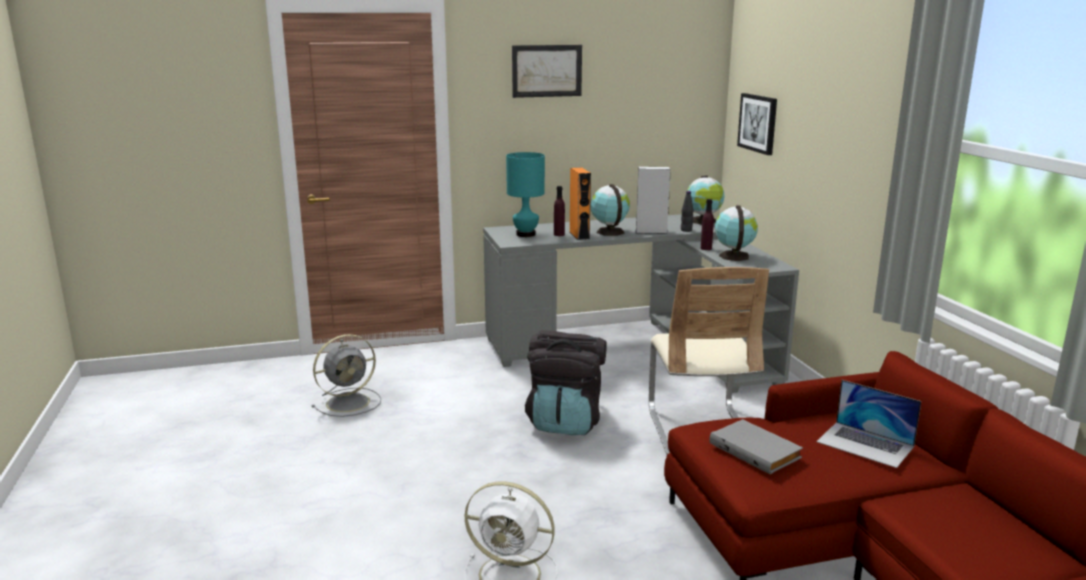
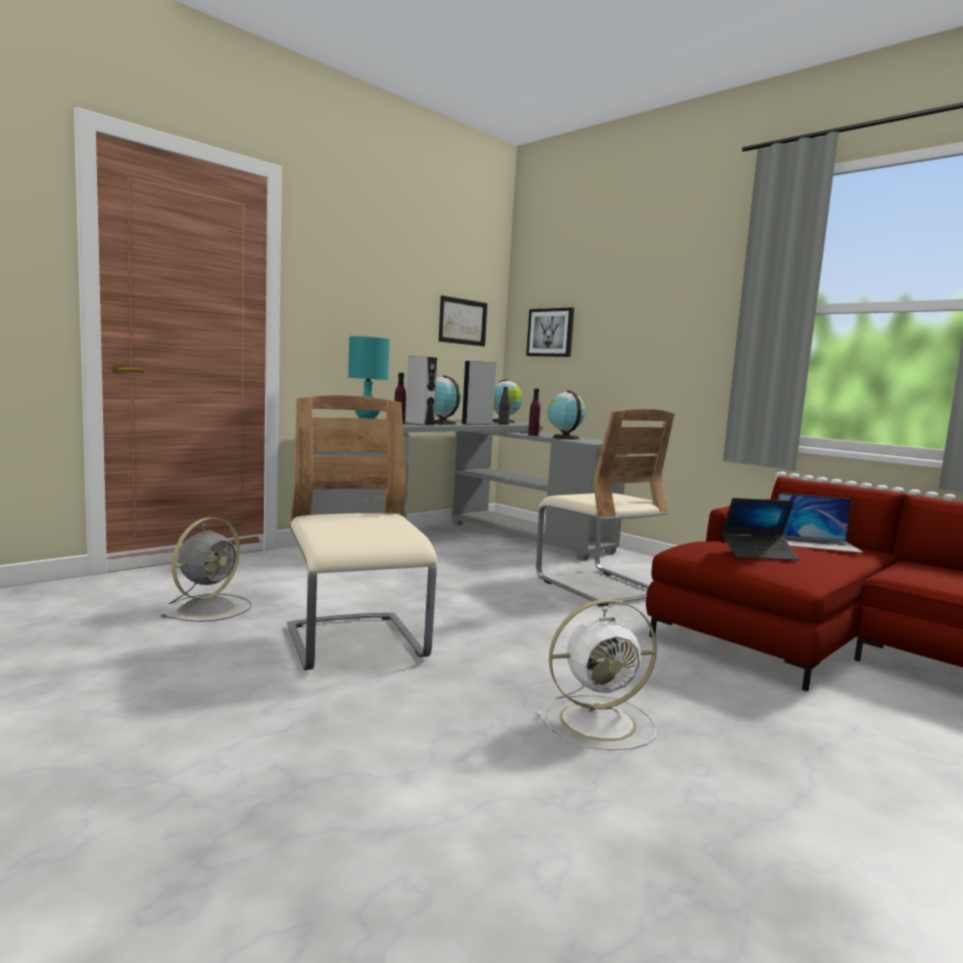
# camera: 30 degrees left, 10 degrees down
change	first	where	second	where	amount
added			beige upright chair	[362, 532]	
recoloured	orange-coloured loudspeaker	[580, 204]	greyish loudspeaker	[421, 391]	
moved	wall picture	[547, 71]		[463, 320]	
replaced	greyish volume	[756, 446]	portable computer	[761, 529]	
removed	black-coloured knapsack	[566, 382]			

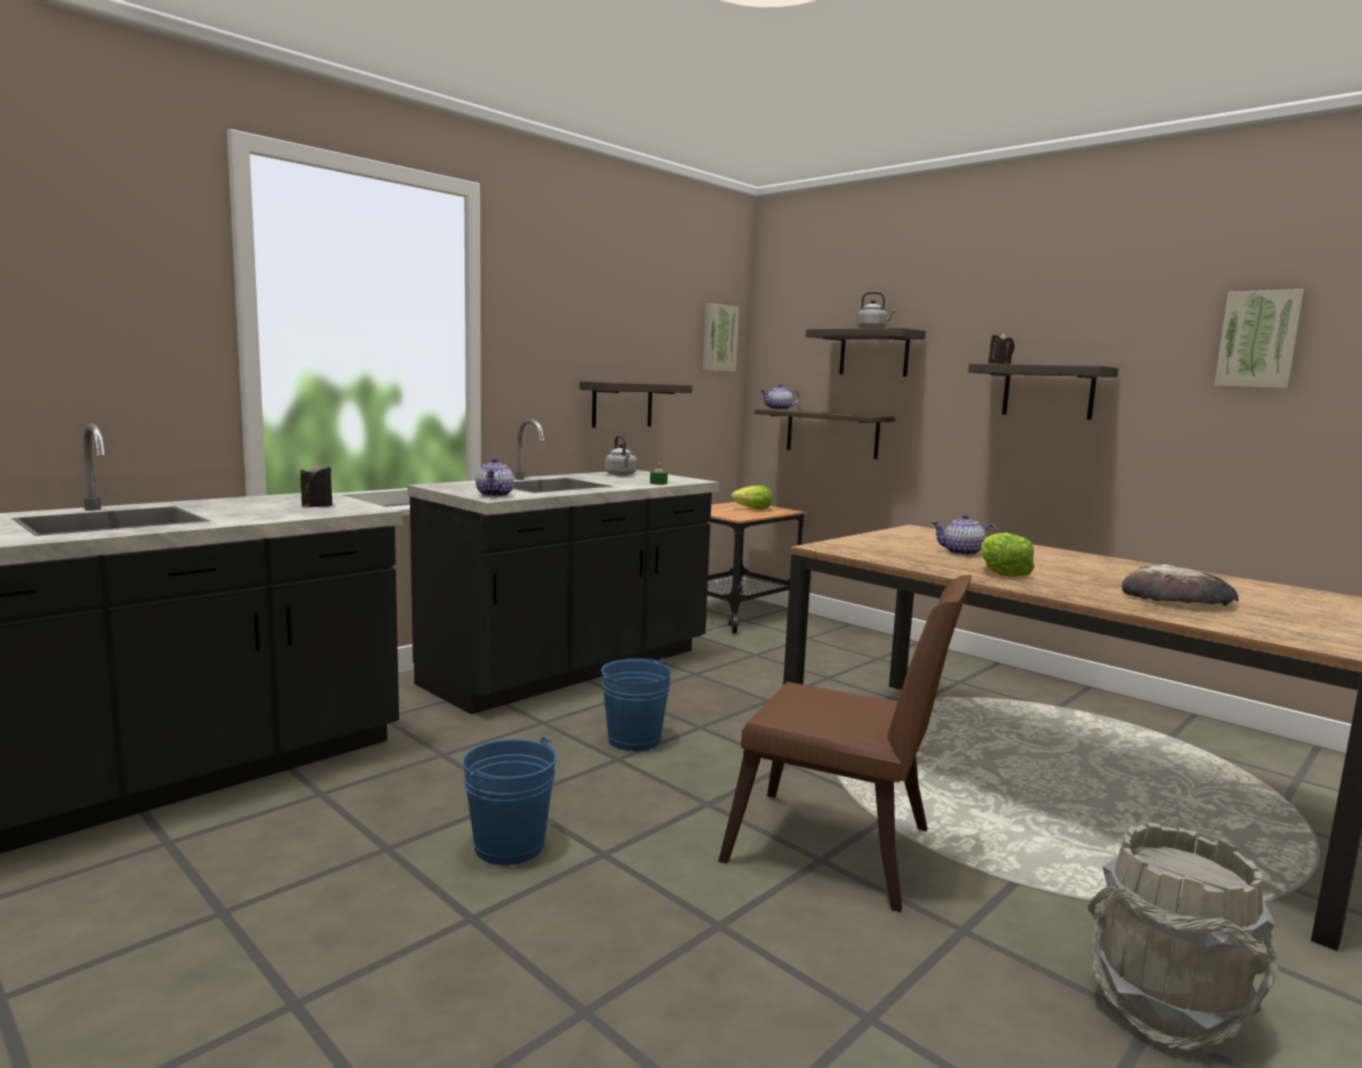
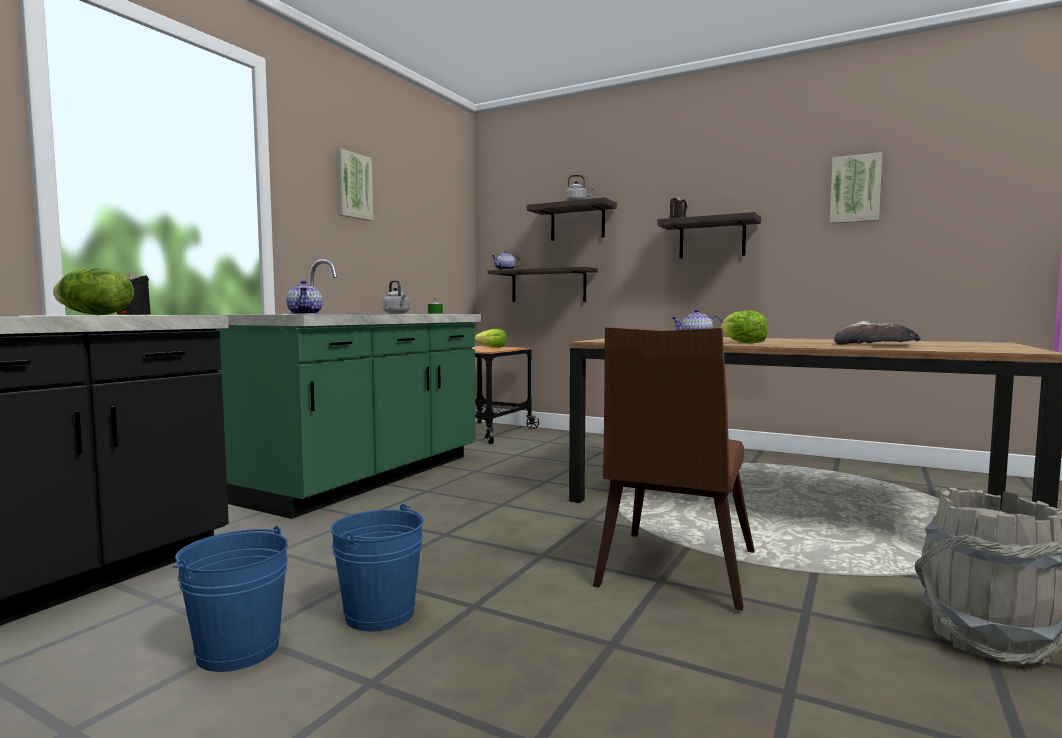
# camera: 15 degrees left, 5 degrees down
change	first	where	second	where	amount
added			lettuce head	[93, 291]	
moved	blue-coloured pail	[636, 704]		[230, 599]	
recoloured	black-coloured counter	[563, 566]	green-coloured counter	[348, 389]	
moved	wall picture	[721, 337]		[354, 185]	
turned	brown-coloured upright chair	[845, 743]		[674, 469]	105 degrees clockwise
removed	bracket shelf	[636, 404]			

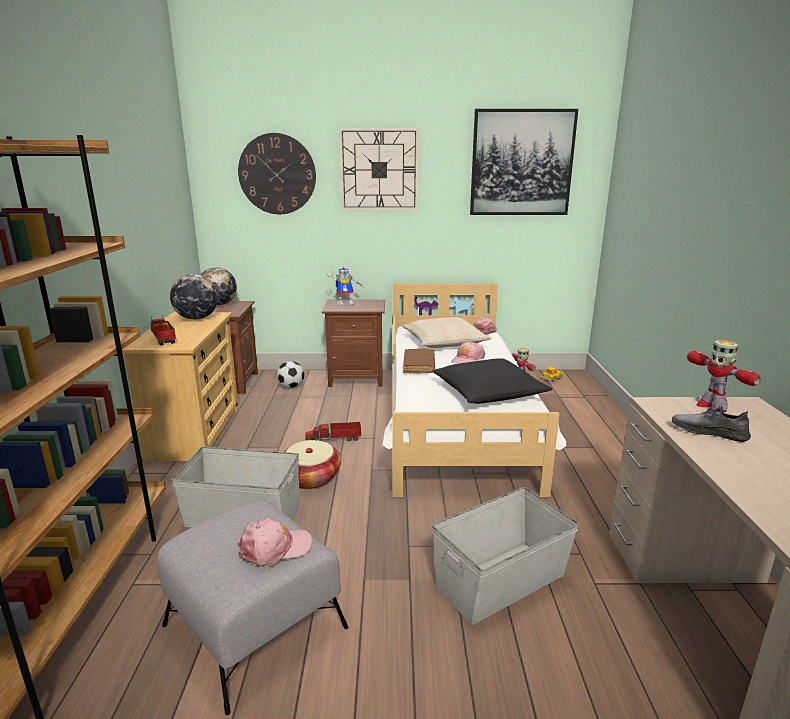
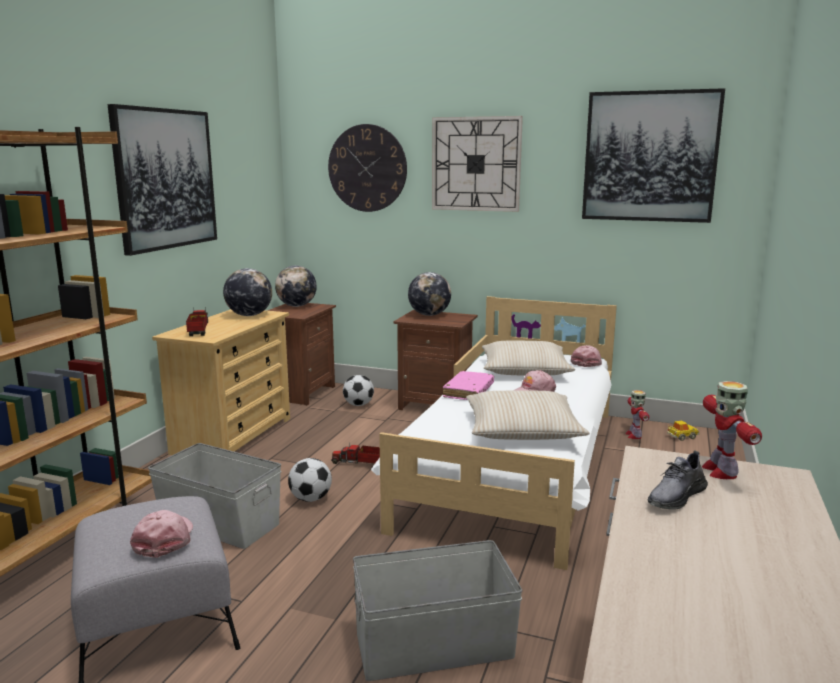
# camera: 20 degrees right, 5 degrees down
change	first	where	second	where	amount
added			wall picture	[162, 180]	
turned	pink-coloured cap	[274, 542]		[161, 534]	90 degrees counterclockwise
replaced	household basket	[312, 464]	football ball	[310, 480]	
replaced	model robot	[345, 286]	globe	[429, 294]	
recoloured	brown-coloured volume	[419, 361]	pink-coloured volume	[468, 385]	
recoloured	black-coloured throw pillow	[492, 381]	beige throw pillow	[528, 415]	
turned	greyish shoe	[711, 423]		[678, 480]	90 degrees counterclockwise

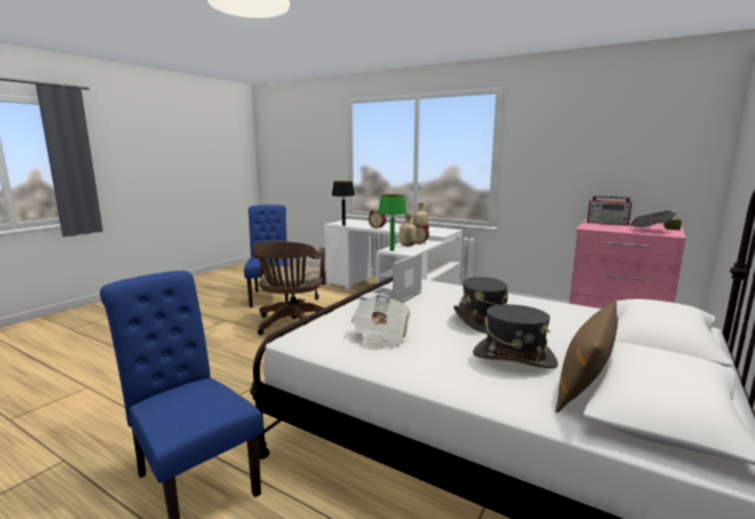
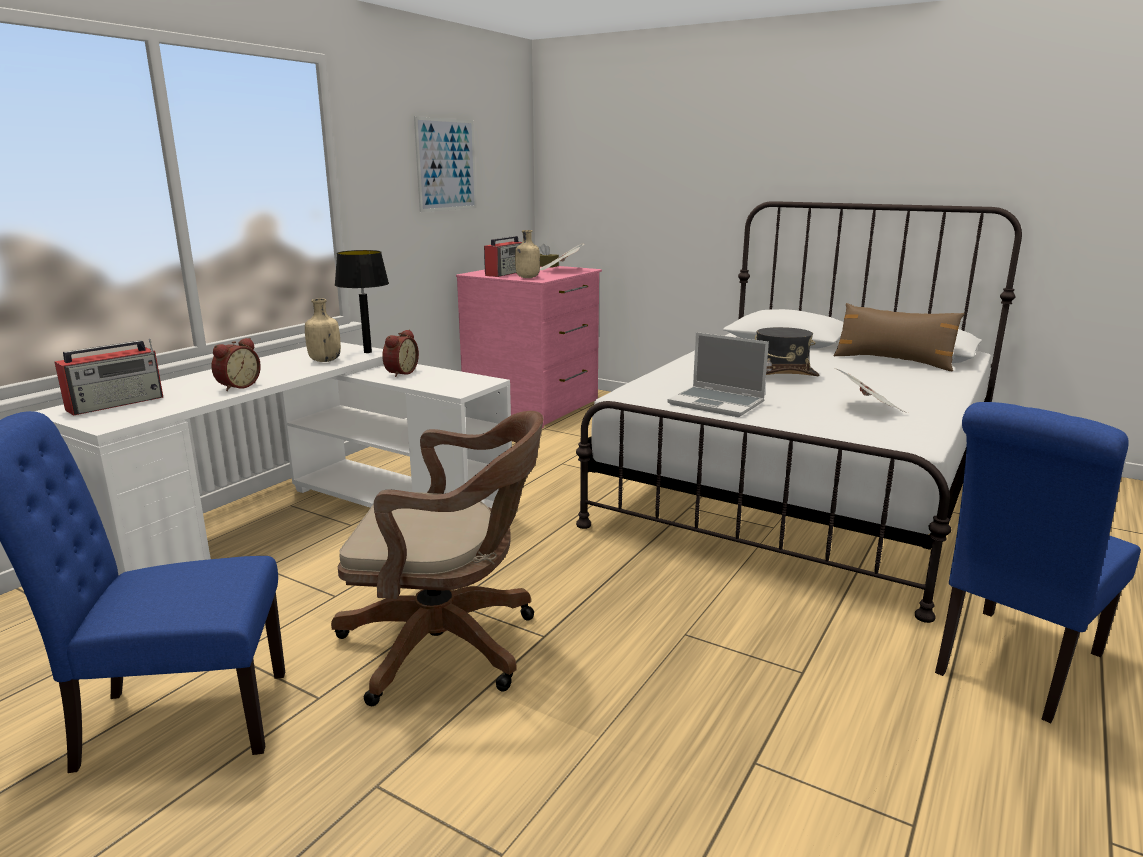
# camera: 90 degrees left, 5 degrees up
change	first	where	second	where	amount
added			radio receiver	[108, 377]	
moved	black-coloured tabletop lamp	[343, 203]		[361, 301]	
added			wall picture	[445, 164]	
moved	beige drink bottle	[407, 230]		[527, 254]	
removed	green-coloured tabletop lamp	[392, 222]			
removed	greyish clothing hat	[515, 336]			

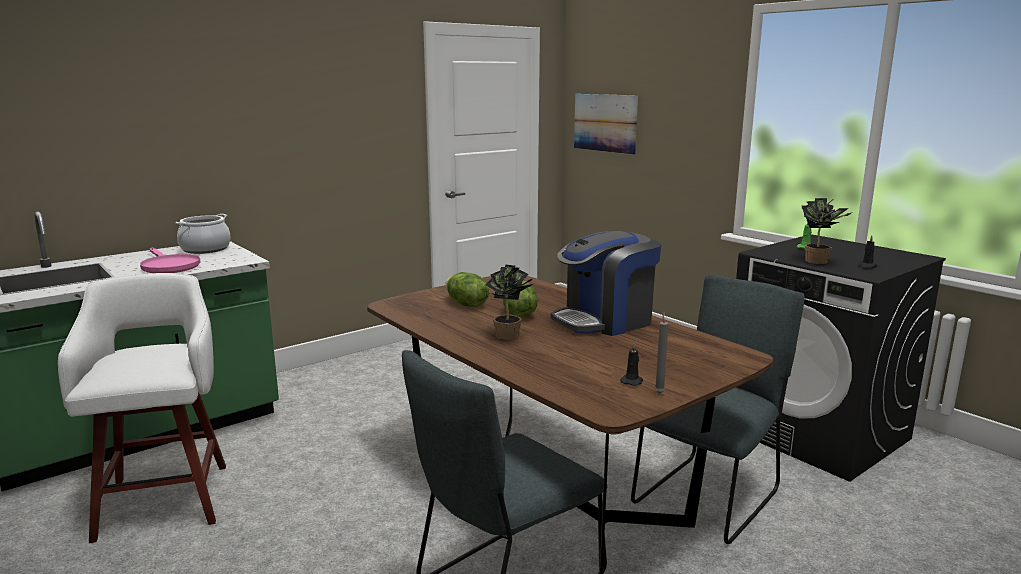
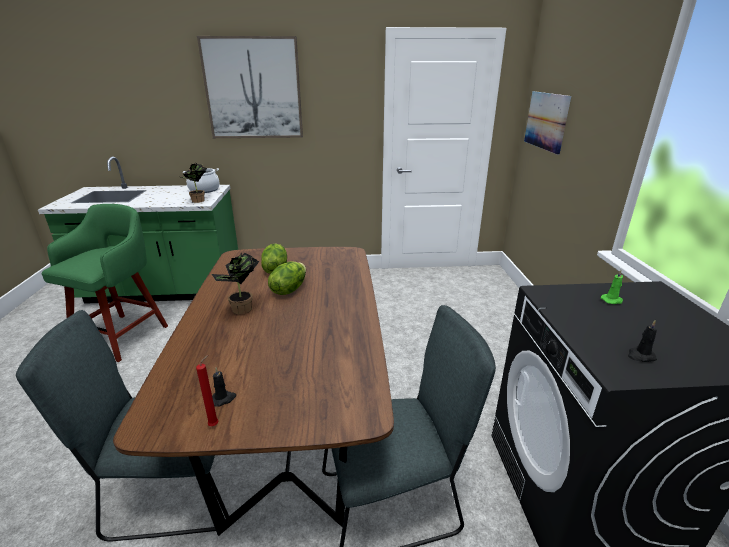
# camera: 35 degrees right, 10 degrees up
change	first	where	second	where	amount
recoloured	white stool	[142, 408]	green-coloured stool	[104, 283]	
moved	potted plant	[826, 231]		[192, 183]	
recoloured	greyish wax light	[661, 353]	reddish wax light	[207, 390]	
added			wall picture	[250, 87]	
removed	pink-coloured pan	[170, 260]			
removed	coffee maker	[606, 283]			

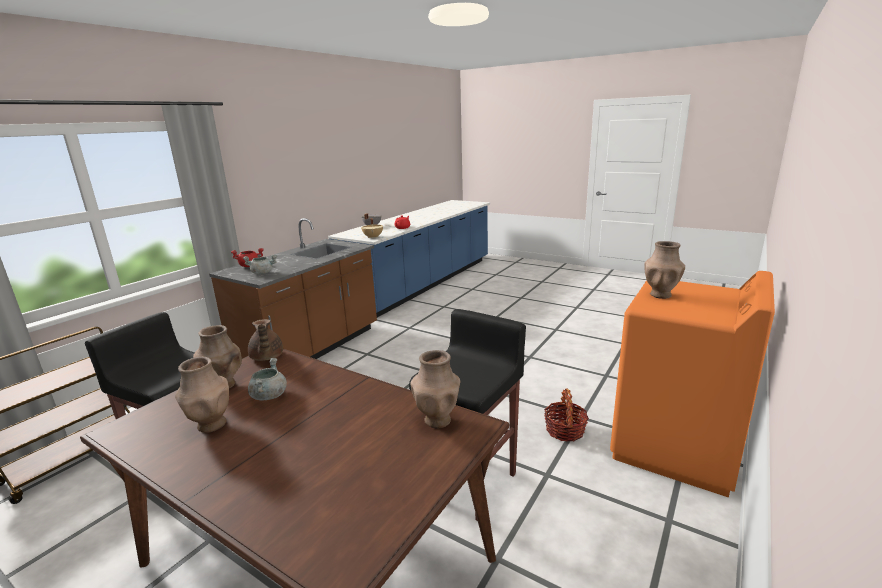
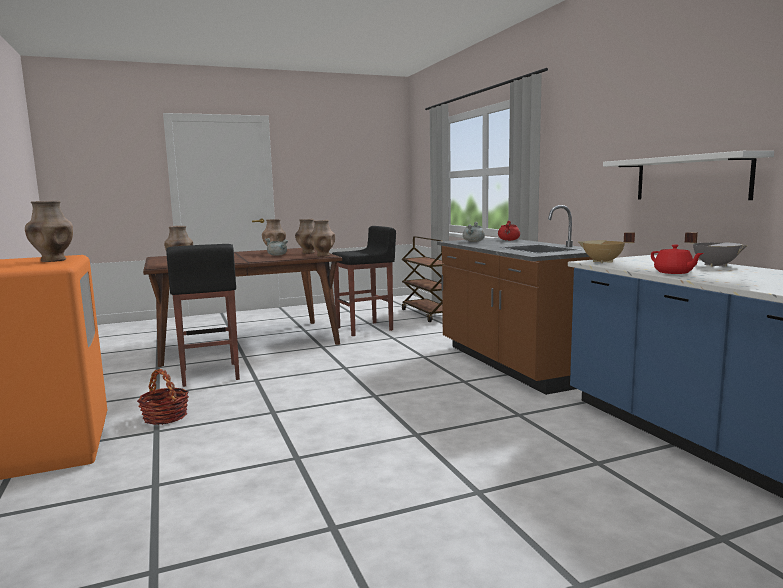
# camera: 125 degrees right, 10 degrees down
change	first	where	second	where	amount
replaced	brown-coloured pot for tea	[265, 340]	brown-coloured flower vase	[322, 238]	
added			white bracket shelf	[688, 175]	

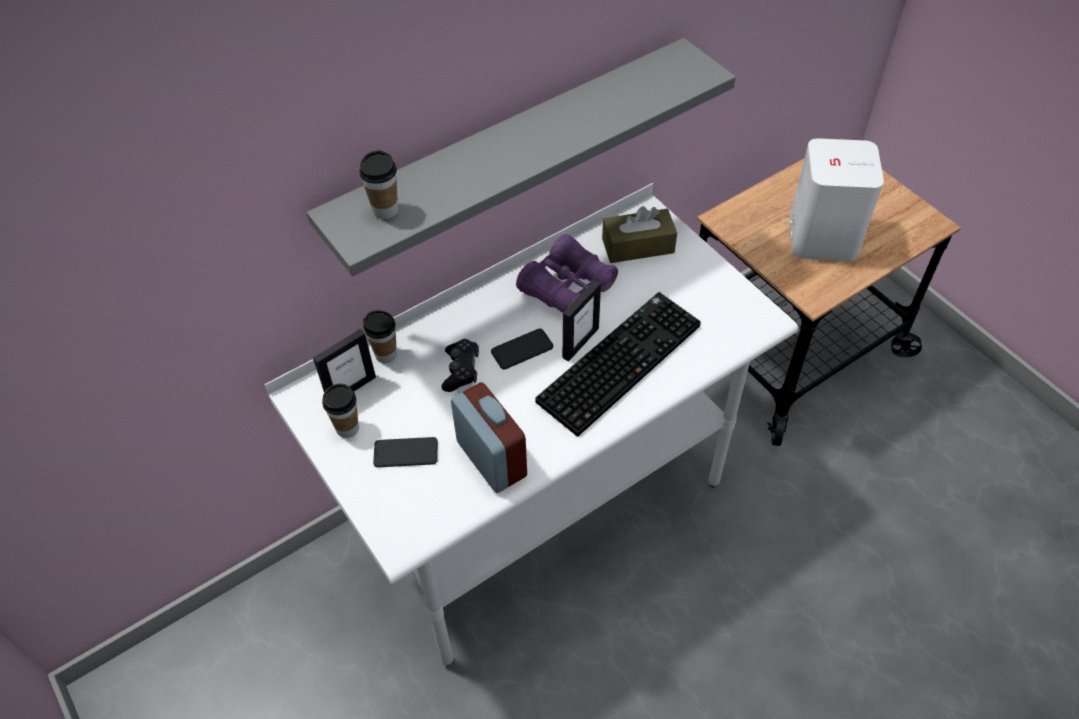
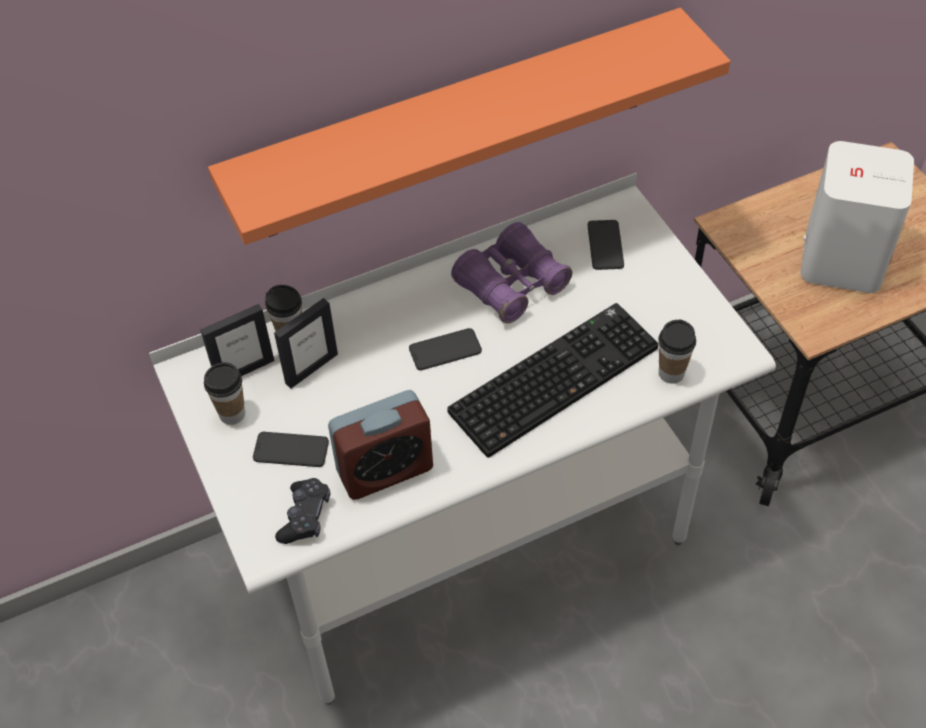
# camera: 10 degrees right, 0 degrees up
change	first	where	second	where	amount
recoloured	greyish bracket shelf	[521, 157]	orange-coloured bracket shelf	[469, 126]	
moved	standing frame	[581, 321]		[306, 343]	
moved	black-coloured joypad	[460, 365]		[302, 511]	
turned	bedside clock	[489, 437]		[380, 445]	90 degrees clockwise
replaced	brown-coloured tissue holder	[639, 234]	phone	[606, 245]	
moved	cup	[378, 184]		[677, 352]	

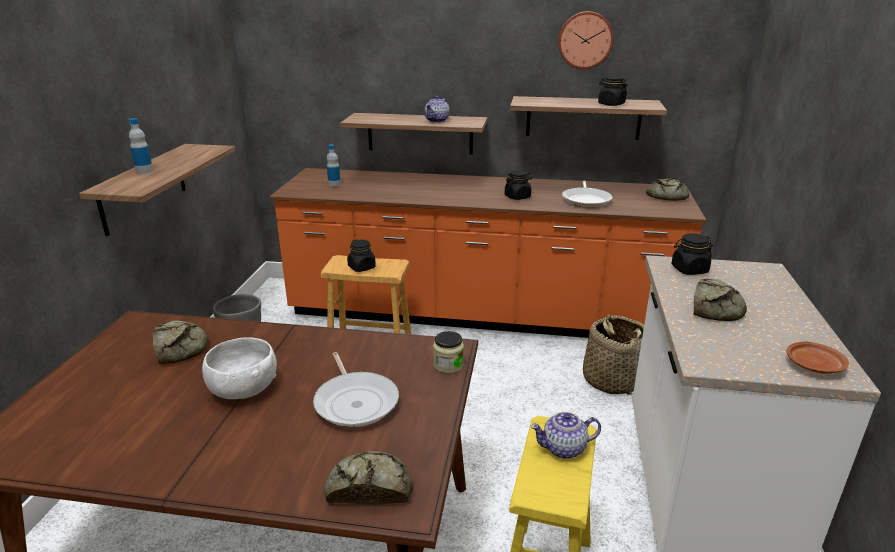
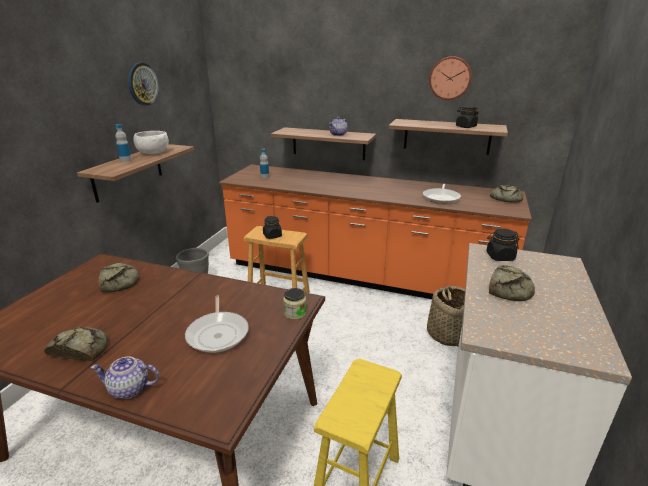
# camera: 10 degrees right, 0 degrees up
change	first	where	second	where	amount
moved	bakery bread	[368, 477]		[76, 344]	
moved	pot for tea	[565, 435]		[124, 378]	
added			wall clock	[143, 84]	
moved	white deep dish	[239, 368]		[151, 142]	
removed	black-coloured preserve jar	[518, 185]			
removed	brown-coloured dinner plate	[817, 358]			

